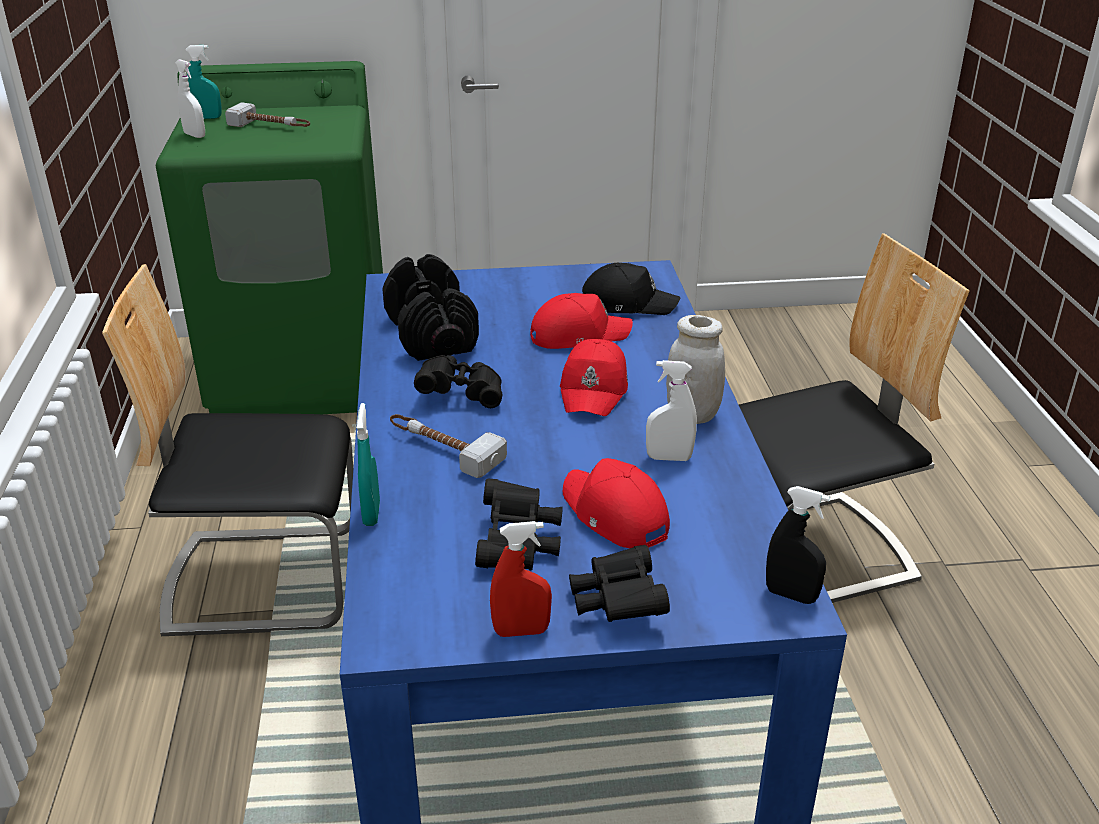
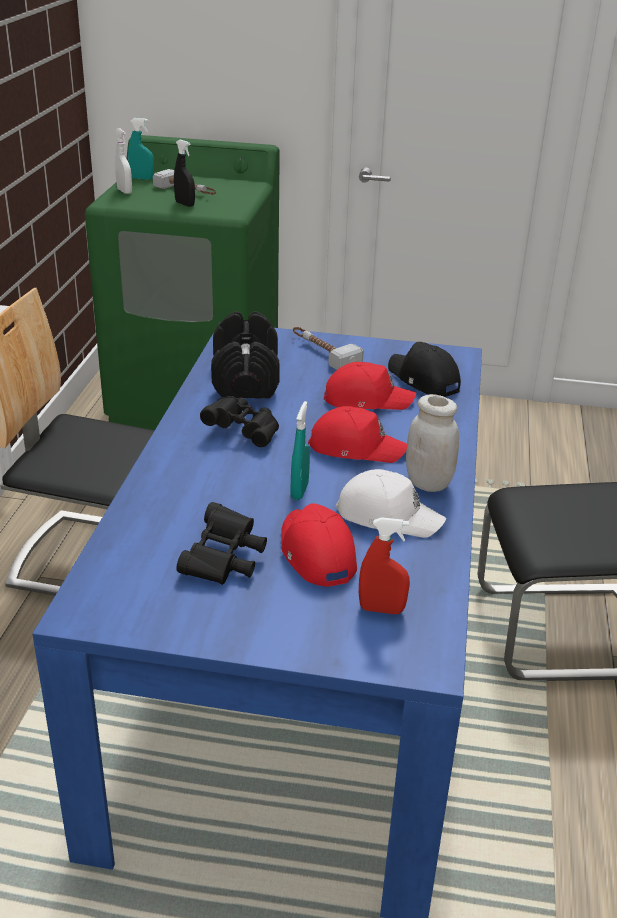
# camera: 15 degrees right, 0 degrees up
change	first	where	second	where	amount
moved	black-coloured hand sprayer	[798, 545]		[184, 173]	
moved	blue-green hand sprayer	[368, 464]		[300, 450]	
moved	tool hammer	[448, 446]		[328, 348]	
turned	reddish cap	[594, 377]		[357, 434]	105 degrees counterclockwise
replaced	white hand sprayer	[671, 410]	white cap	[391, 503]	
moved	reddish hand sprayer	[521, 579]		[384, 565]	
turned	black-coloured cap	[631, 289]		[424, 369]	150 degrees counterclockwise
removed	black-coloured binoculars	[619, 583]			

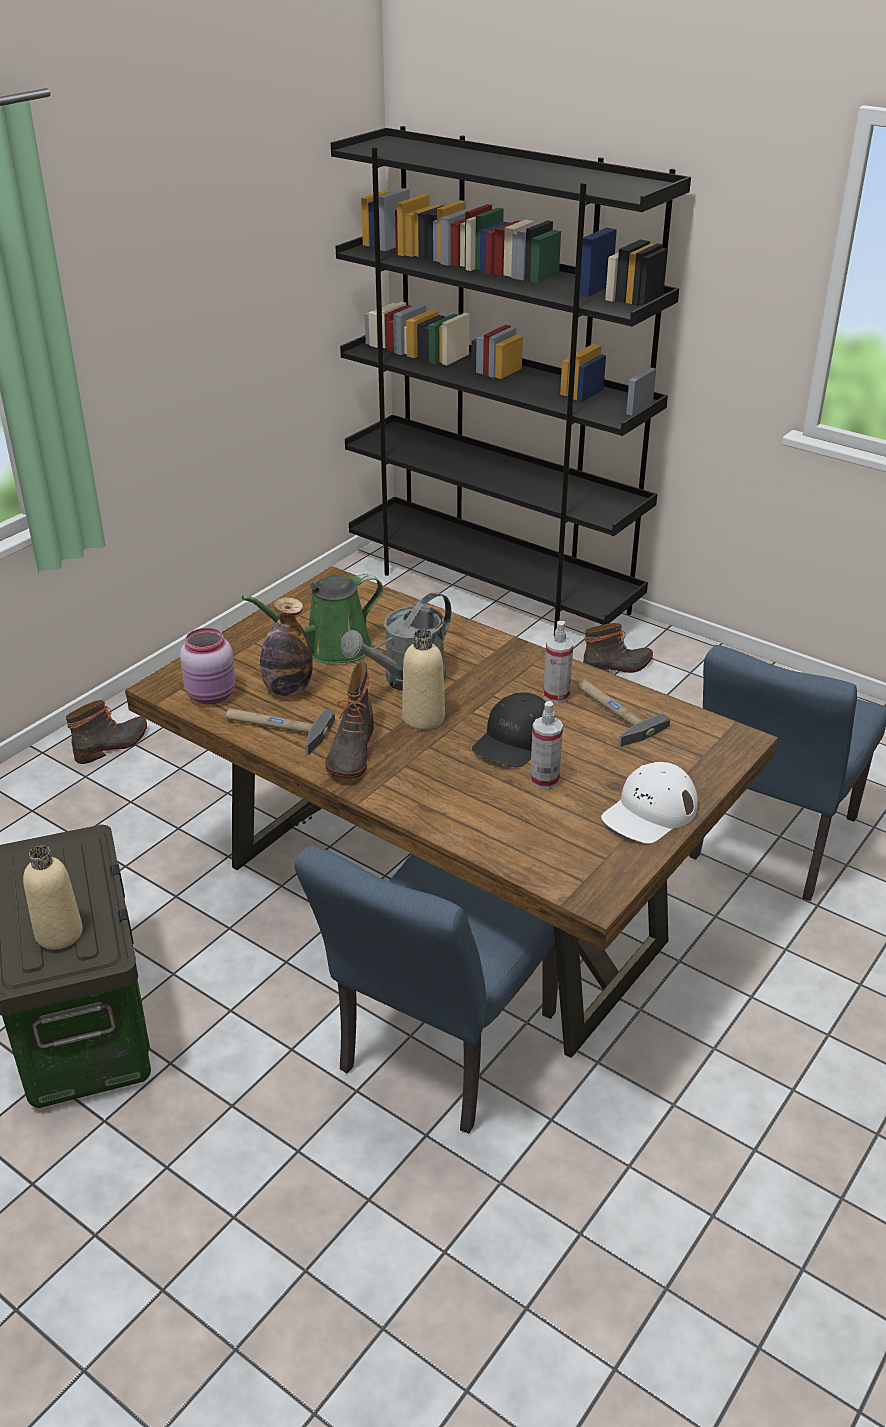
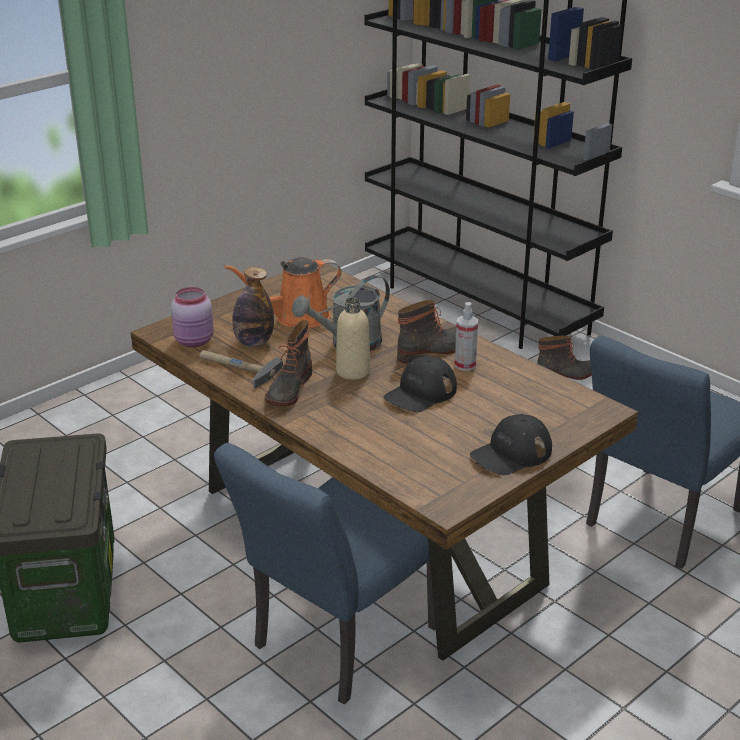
# camera: 10 degrees right, 5 degrees down
change	first	where	second	where	amount
recoloured	green-coloured watering can	[312, 618]	orange-coloured watering can	[283, 292]	
moved	tall boot	[106, 732]		[426, 332]	
recoloured	white cap	[649, 803]	black-coloured cap	[511, 444]	
removed	beige drink bottle	[53, 897]			
removed	hand sprayer	[546, 745]			
removed	tool hammer	[623, 713]			

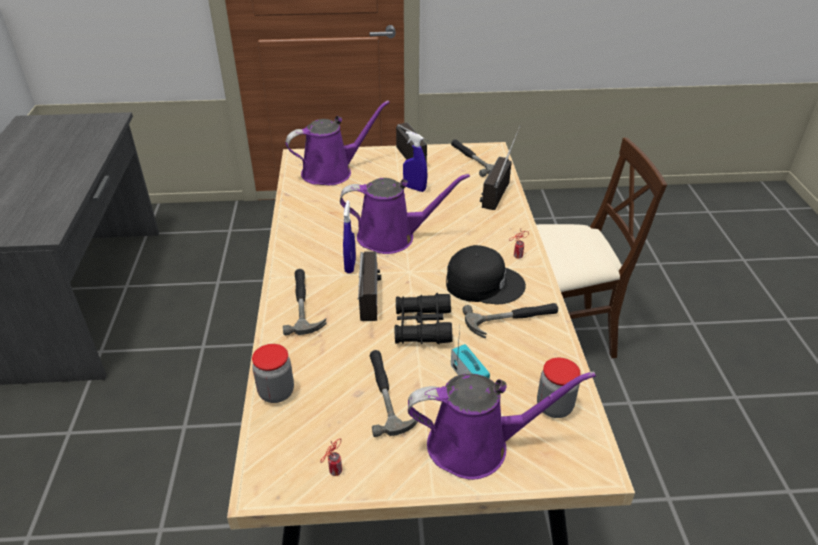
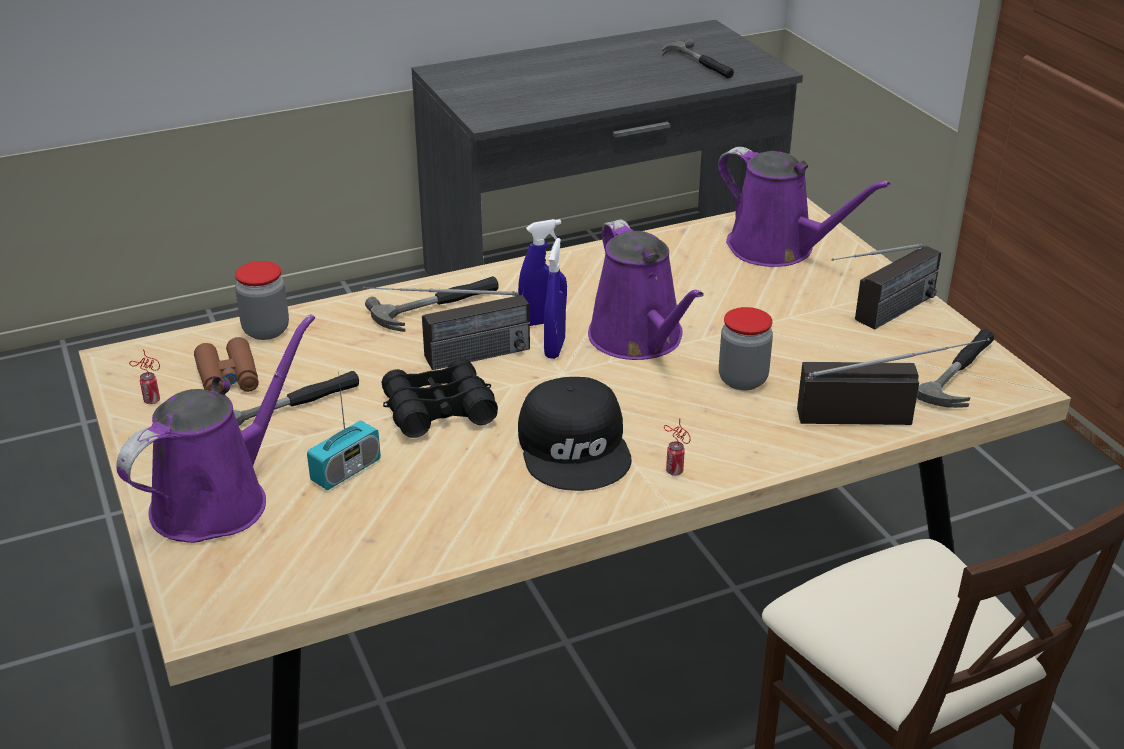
# camera: 70 degrees right, 5 degrees down
change	first	where	second	where	amount
turned	purplish watering can	[502, 425]		[215, 428]	120 degrees counterclockwise
added			brown-coloured binoculars	[226, 364]	
moved	blue-coloured hand sprayer	[415, 161]		[555, 298]	
moved	tool hammer	[510, 320]		[698, 58]	
moved	preserve jar	[558, 388]		[746, 349]	

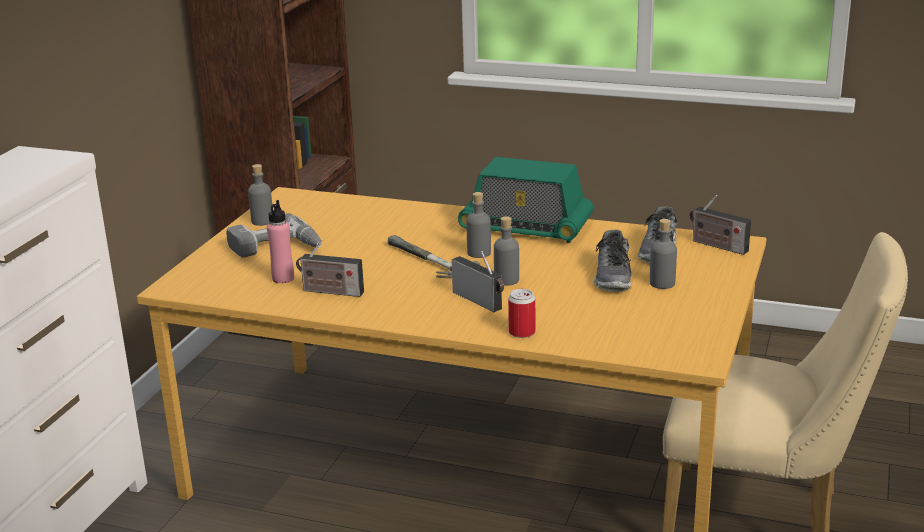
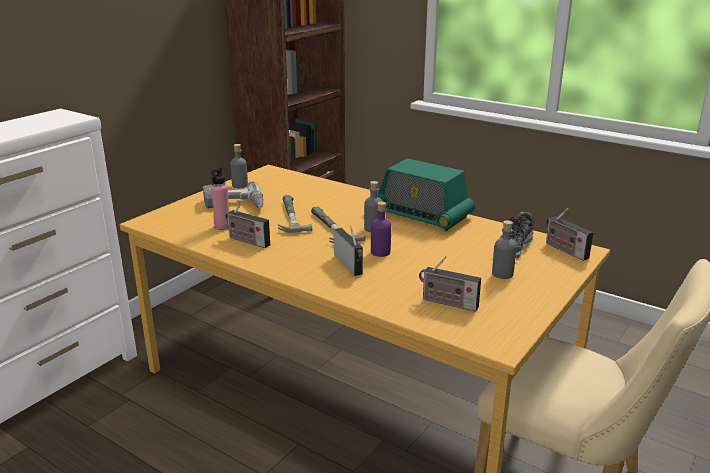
# camera: 15 degrees right, 0 degrees up
change	first	where	second	where	amount
added			tool hammer	[295, 214]	
recoloured	greyish drink bottle	[506, 251]	purplish drink bottle	[381, 229]	
added			radio receiver	[450, 284]	
removed	sealed can	[521, 313]			
removed	shoe	[612, 260]			

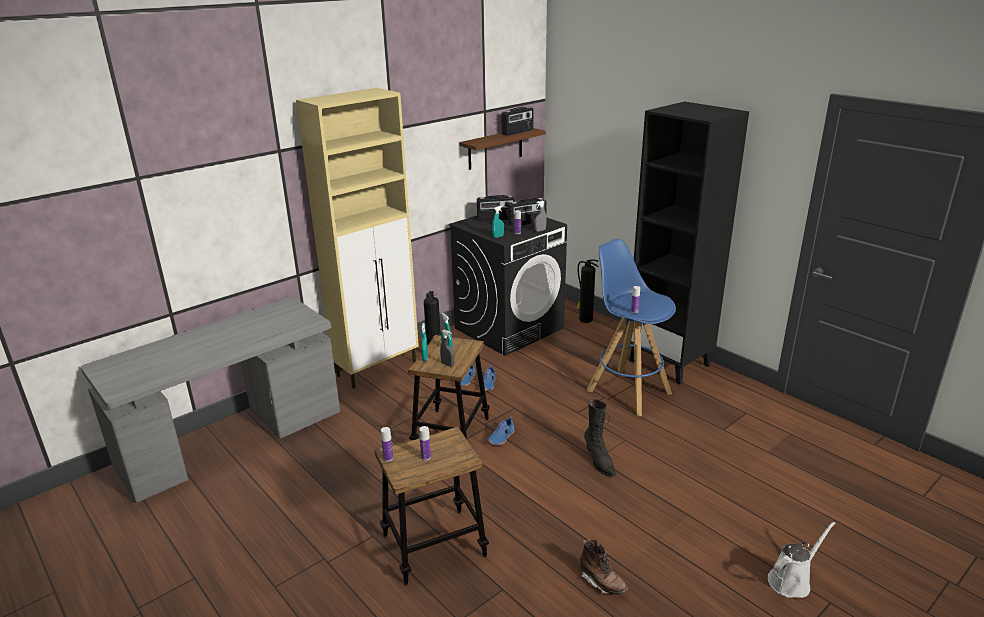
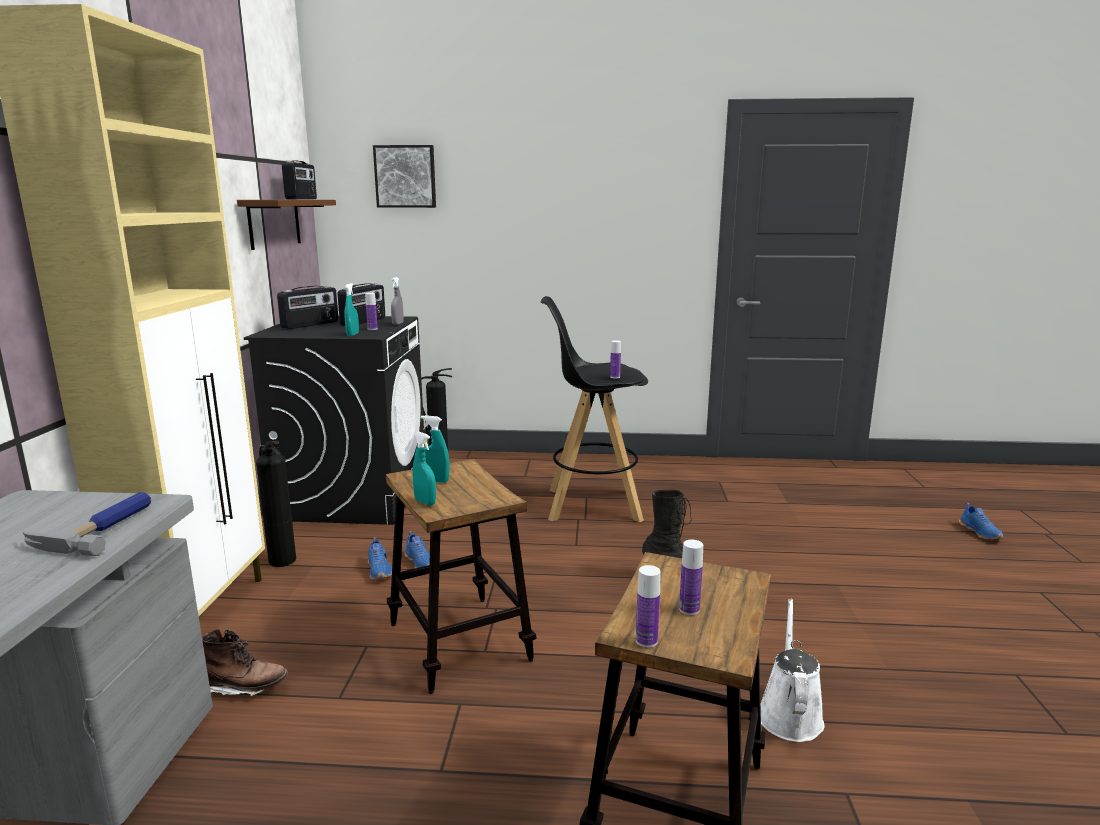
# camera: 45 degrees left, 10 degrees down
change	first	where	second	where	amount
added			tool hammer	[86, 524]	
moved	brown-coloured tall boot	[604, 567]		[245, 662]	
added			wall picture	[404, 176]	
recoloured	blue-coloured stool	[631, 327]	black-coloured stool	[594, 409]	
moved	white watering can	[802, 560]		[793, 670]	
moved	blue-coloured shoe	[501, 430]		[981, 521]	
removed	greyish hand sprayer	[447, 348]			
removed	black-coloured bookshelf	[689, 243]			

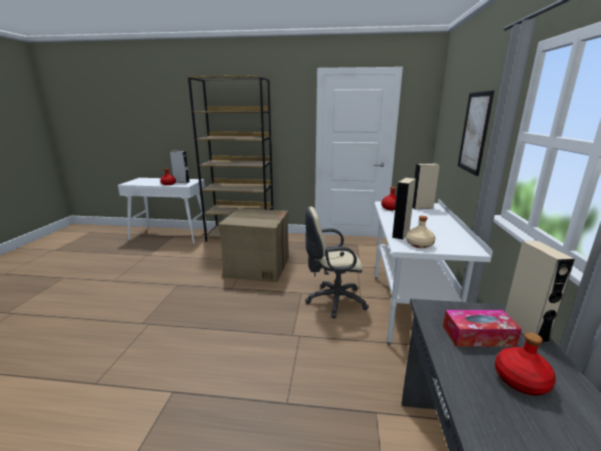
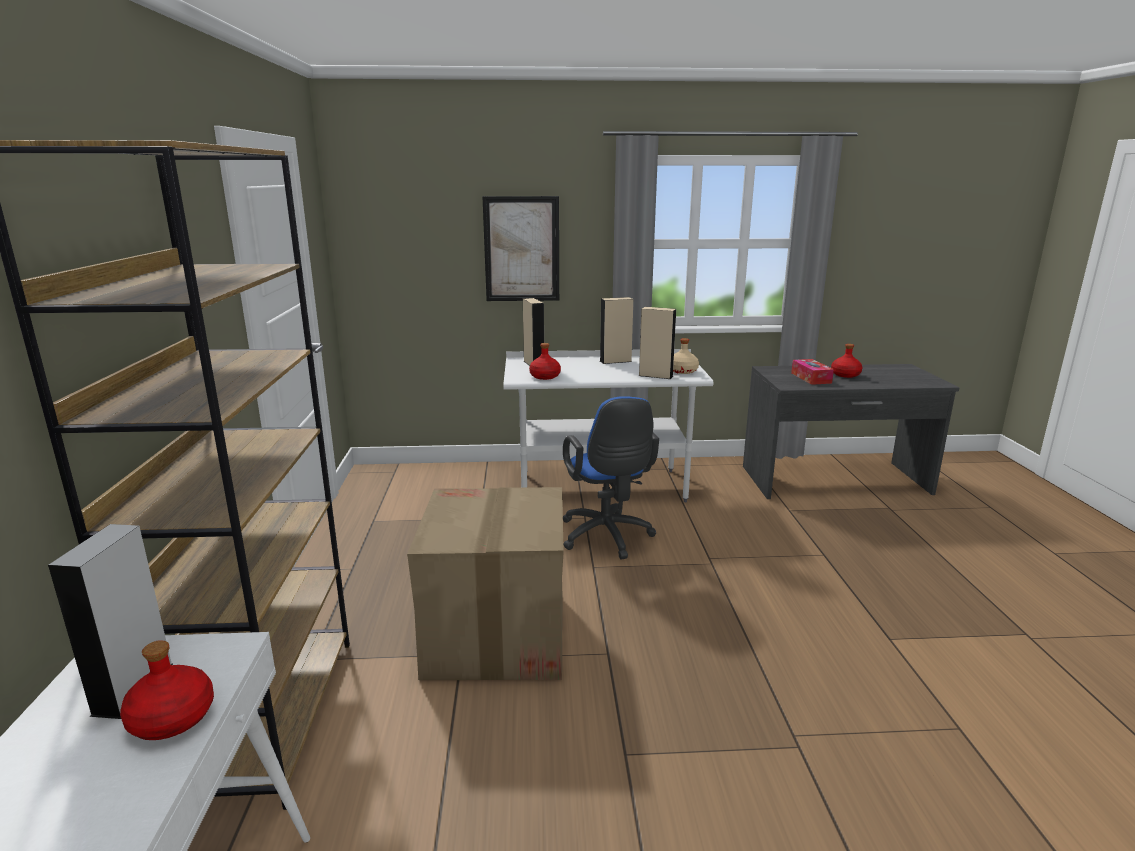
# camera: 100 degrees left, 0 degrees up
change	first	where	second	where	amount
recoloured	beige office chair	[337, 262]	blue-coloured office chair	[611, 478]	
moved	beige loudspeaker	[540, 292]		[616, 330]	

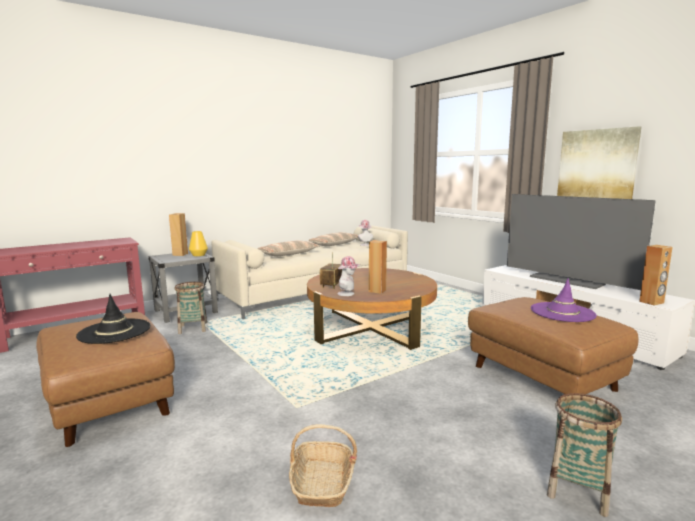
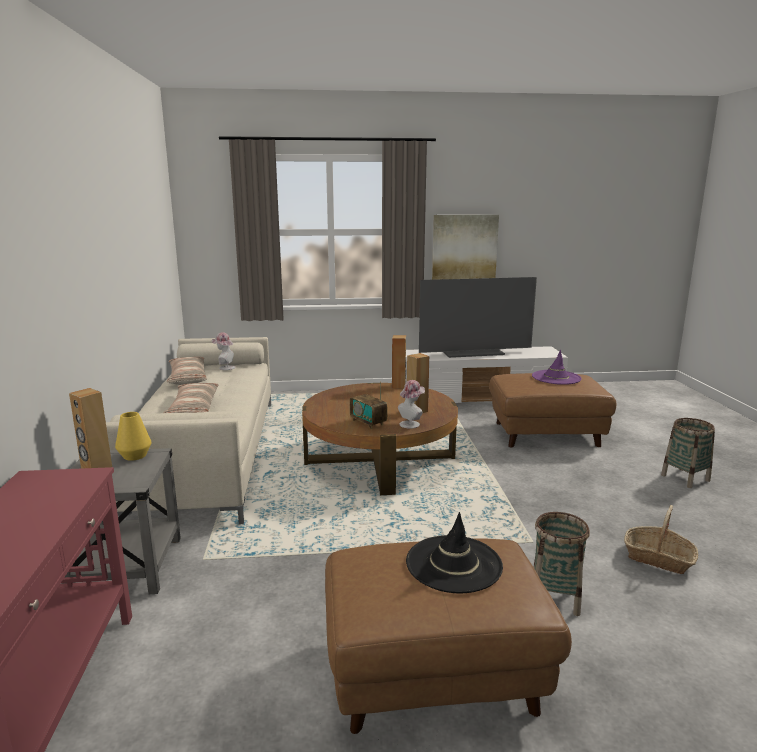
# camera: 60 degrees left, 5 degrees up
change	first	where	second	where	amount
moved	brown-coloured loudspeaker	[656, 275]		[399, 362]	
moved	household basket	[191, 308]		[562, 564]	

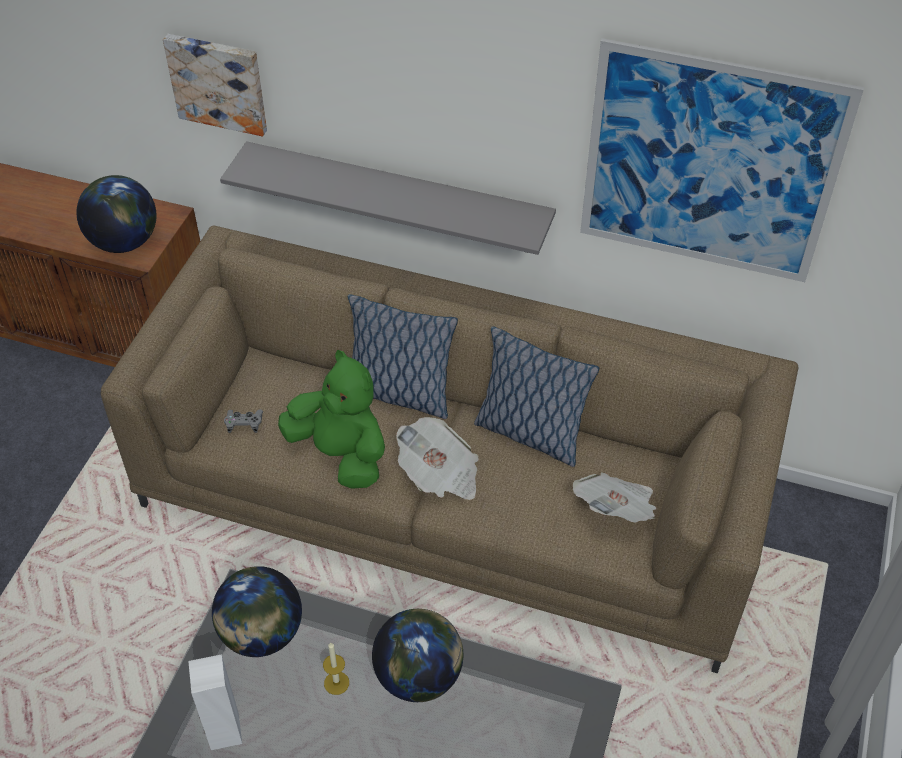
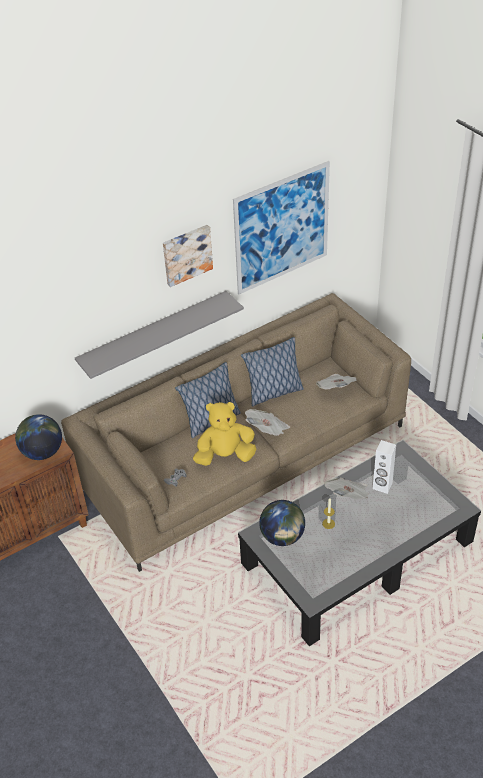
# camera: 50 degrees left, 5 degrees down
change	first	where	second	where	amount
moved	wall picture	[215, 85]		[188, 256]	
recoloured	green-coloured cuddly toy	[331, 419]	yellow-coloured cuddly toy	[224, 434]	
replaced	globe	[417, 655]	daily paper	[347, 488]	
moved	white loudspeaker	[215, 702]		[384, 467]	

